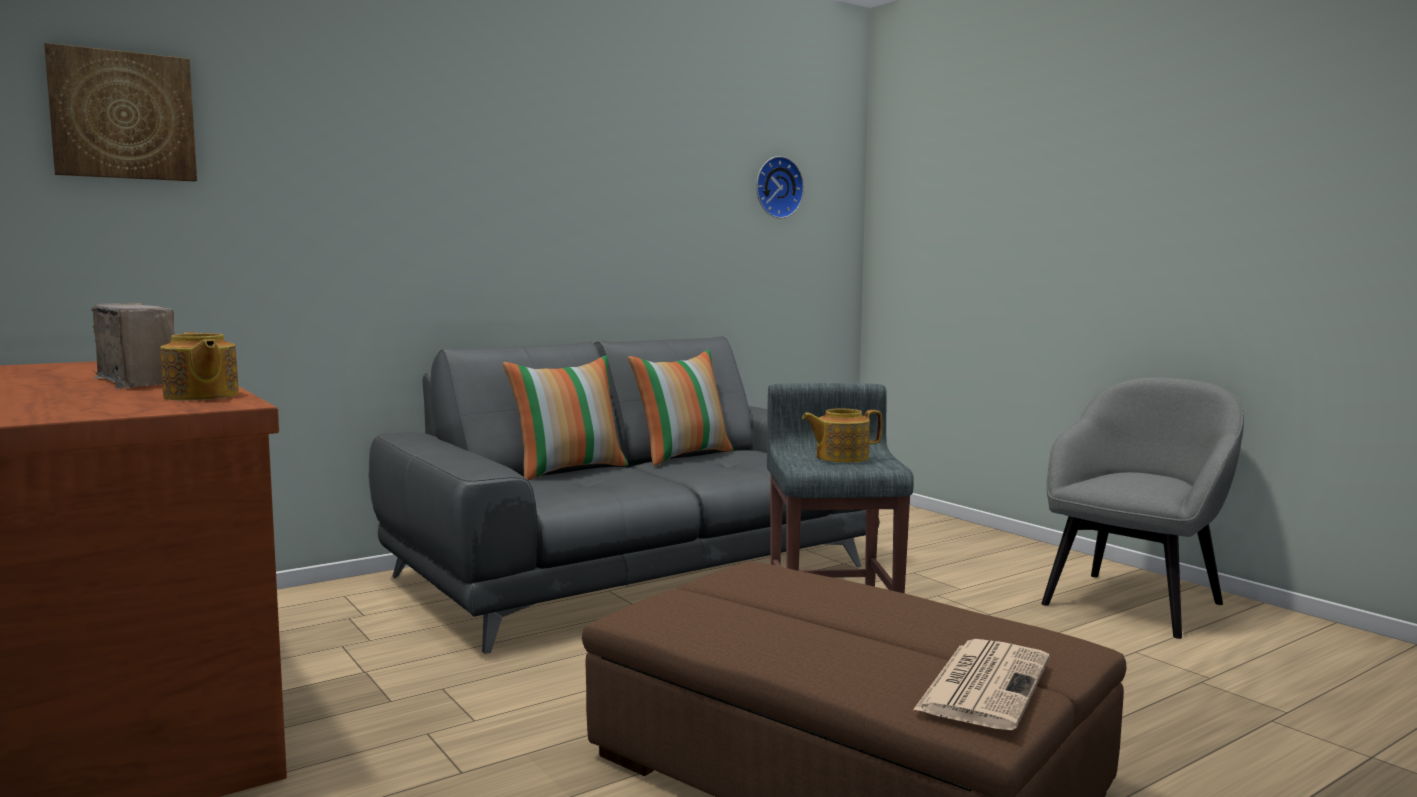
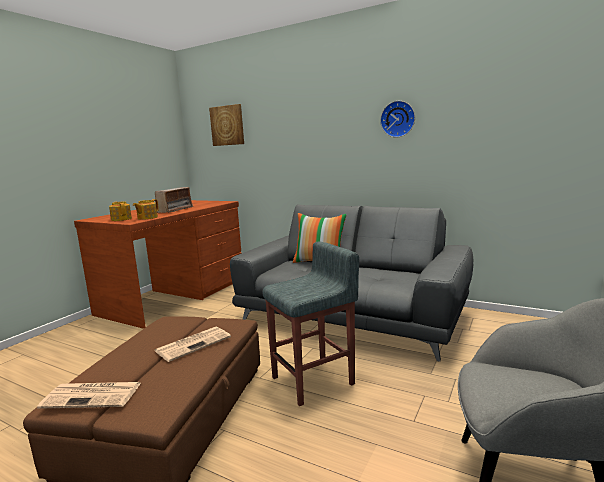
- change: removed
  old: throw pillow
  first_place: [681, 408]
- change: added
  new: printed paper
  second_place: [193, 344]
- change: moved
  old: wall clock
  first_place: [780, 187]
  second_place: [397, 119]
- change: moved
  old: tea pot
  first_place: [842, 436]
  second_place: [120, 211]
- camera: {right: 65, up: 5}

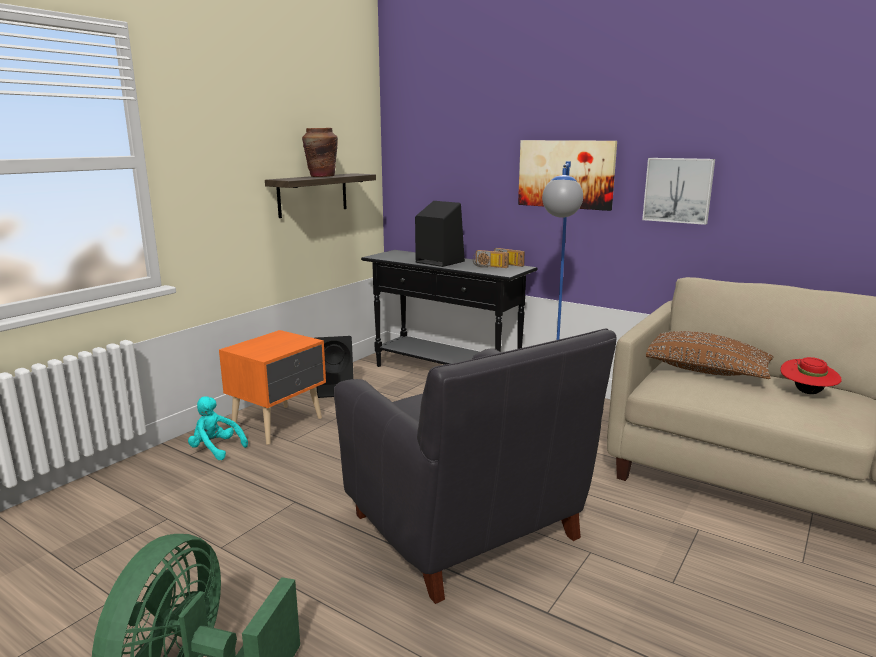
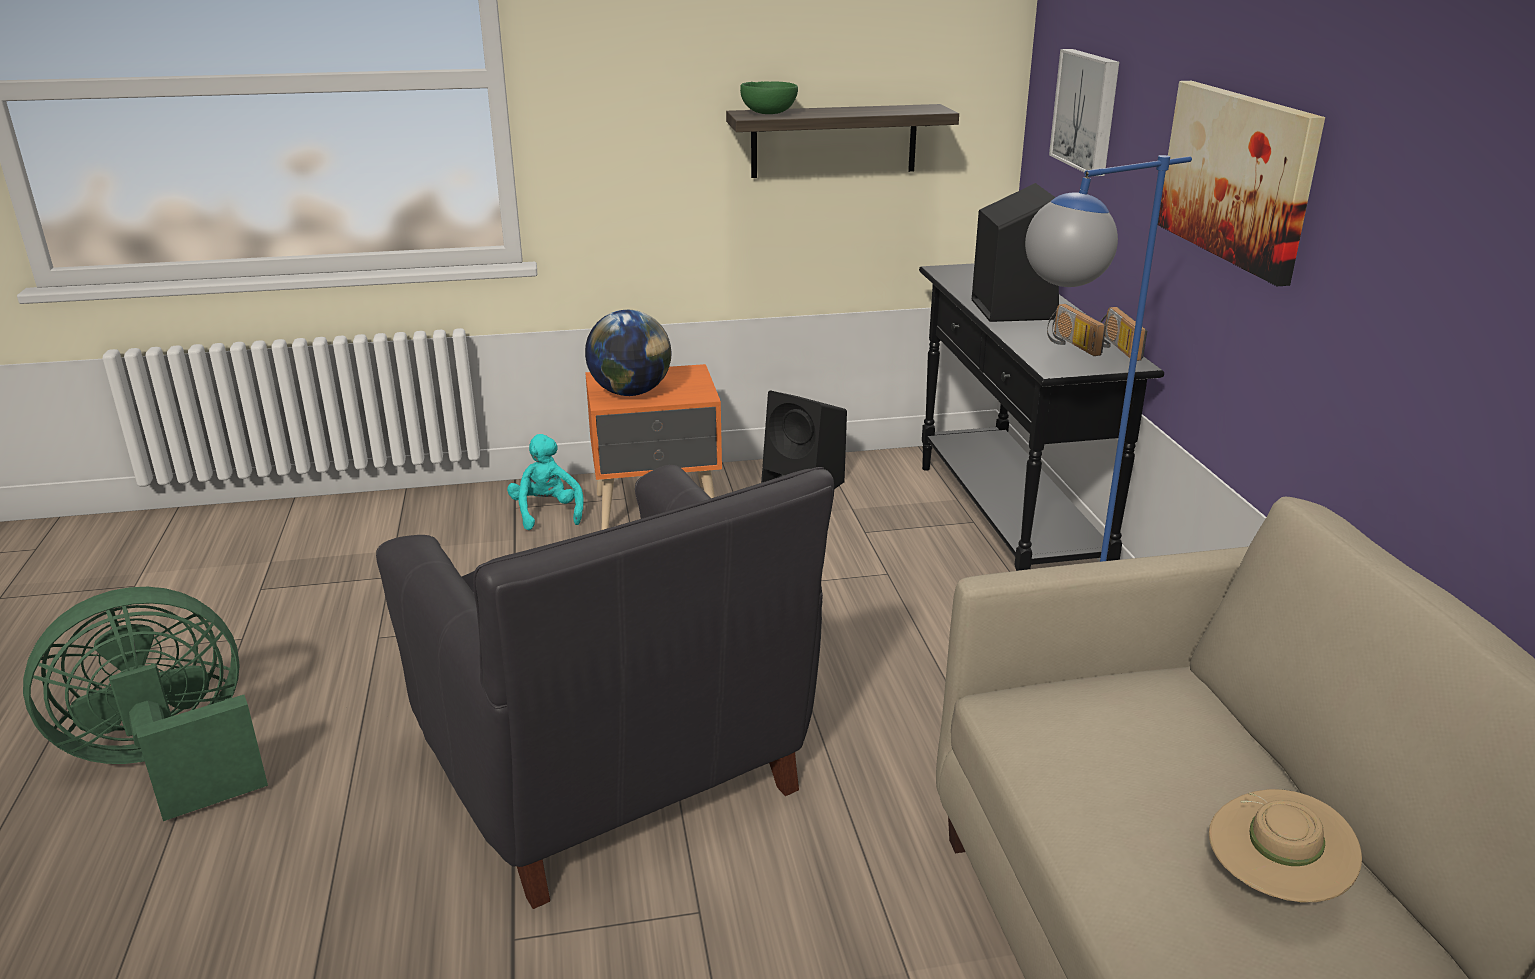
- change: removed
  old: brown-coloured decorative vase
  first_place: [320, 152]
- change: removed
  old: brown-coloured throw pillow
  first_place: [709, 355]
- change: added
  new: world globe
  second_place: [628, 353]
- change: added
  new: green-coloured serving bowl
  second_place: [769, 97]
- change: moved
  old: wall art
  first_place: [678, 191]
  second_place: [1084, 112]
- change: recoloured
  old: red-coloured wearable hat
  new: beige wearable hat
  first_place: [811, 375]
  second_place: [1285, 845]
- change: turned
  old: black lounge chair
  first_place: [475, 466]
  second_place: [605, 687]
  degrees: -45
- camera: {right: 45, up: 10}

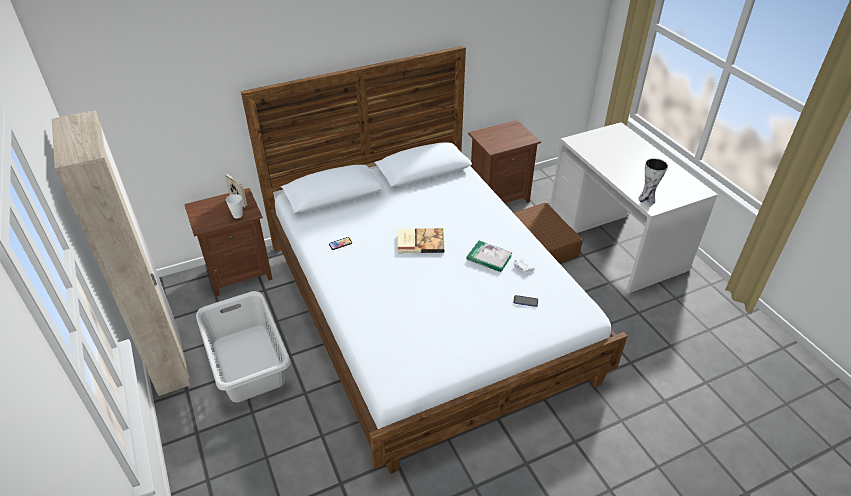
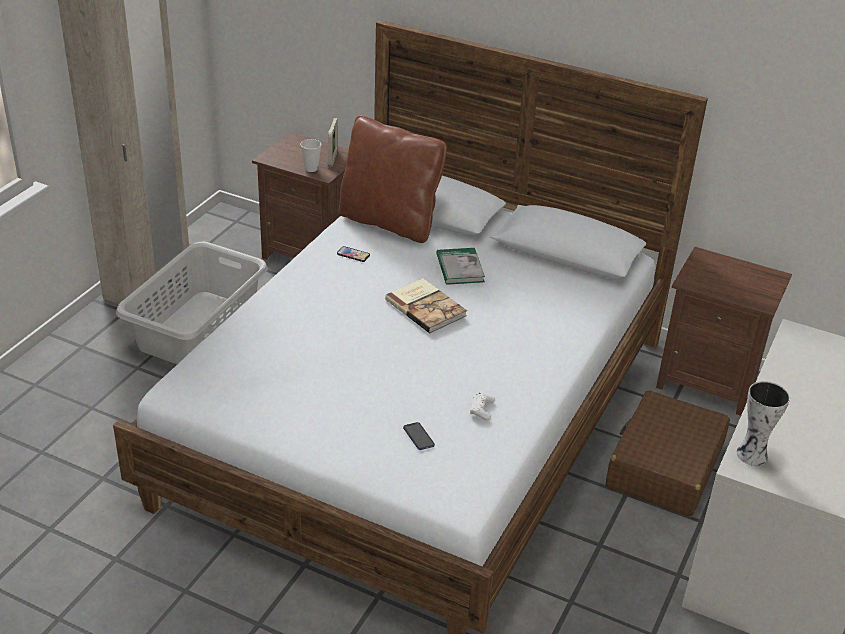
- change: added
  new: brown-coloured throw pillow
  second_place: [393, 179]
- change: moved
  old: bound book
  first_place: [489, 256]
  second_place: [460, 266]
- camera: {right: 50, up: -5}

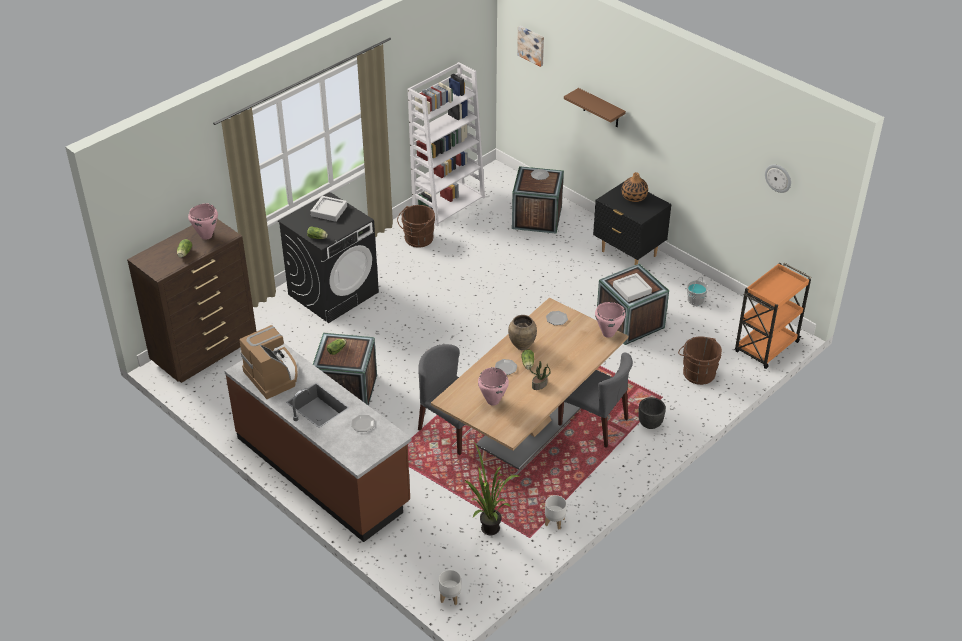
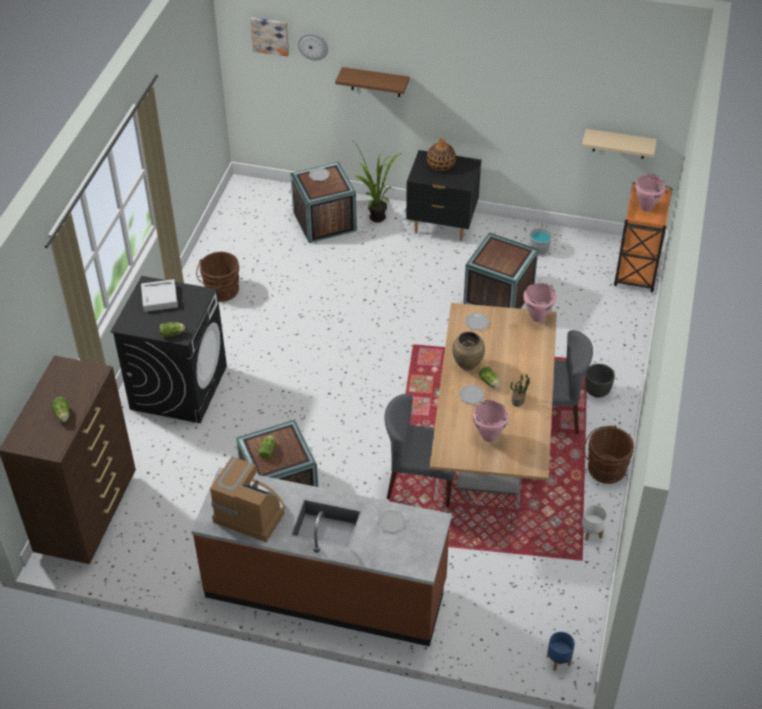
- change: removed
  old: white-coloured bookshelf
  first_place: [446, 144]
- change: removed
  old: greyish tray
  first_place: [632, 287]
- change: added
  new: beige bracket shelf
  second_place: [619, 144]
- change: moved
  old: pinkish stockpot
  first_place: [203, 221]
  second_place: [650, 192]
- change: moved
  old: plant in a pot
  first_place: [492, 489]
  second_place: [378, 182]
- change: moved
  old: brown-coloured bucket
  first_place: [700, 360]
  second_place: [609, 455]
- change: moved
  old: wall clock
  first_place: [778, 178]
  second_place: [312, 46]
- change: recoloured
  old: white-coloured planter
  new: bluish planter
  first_place: [450, 587]
  second_place: [561, 651]
- camera: {right: -30, up: 5}

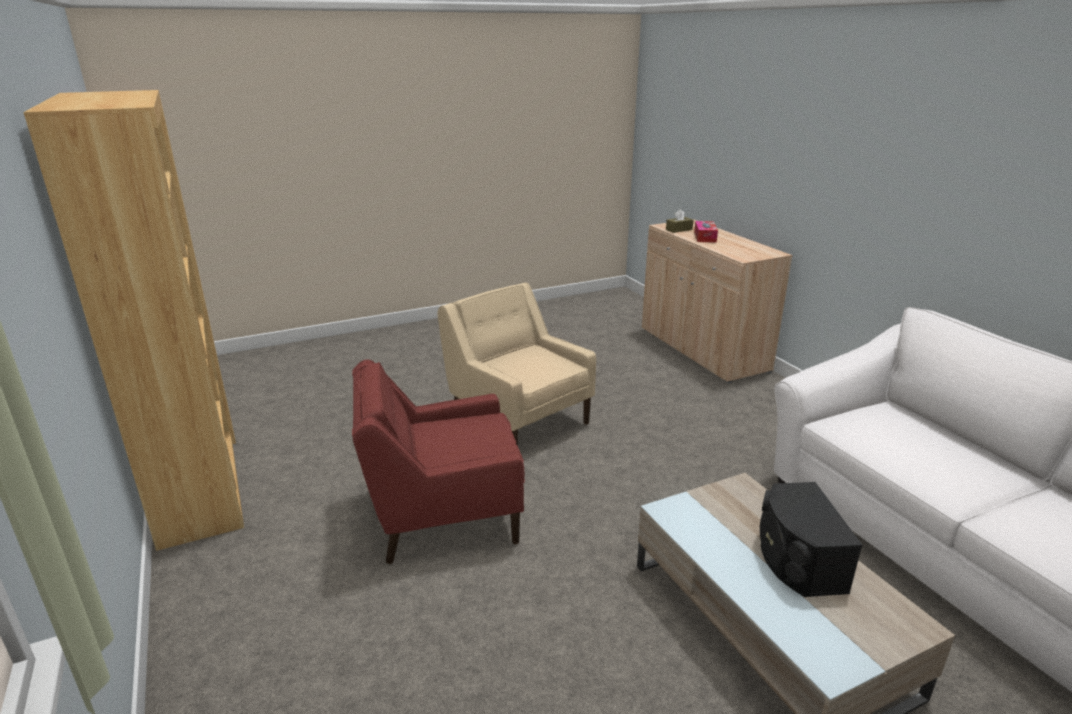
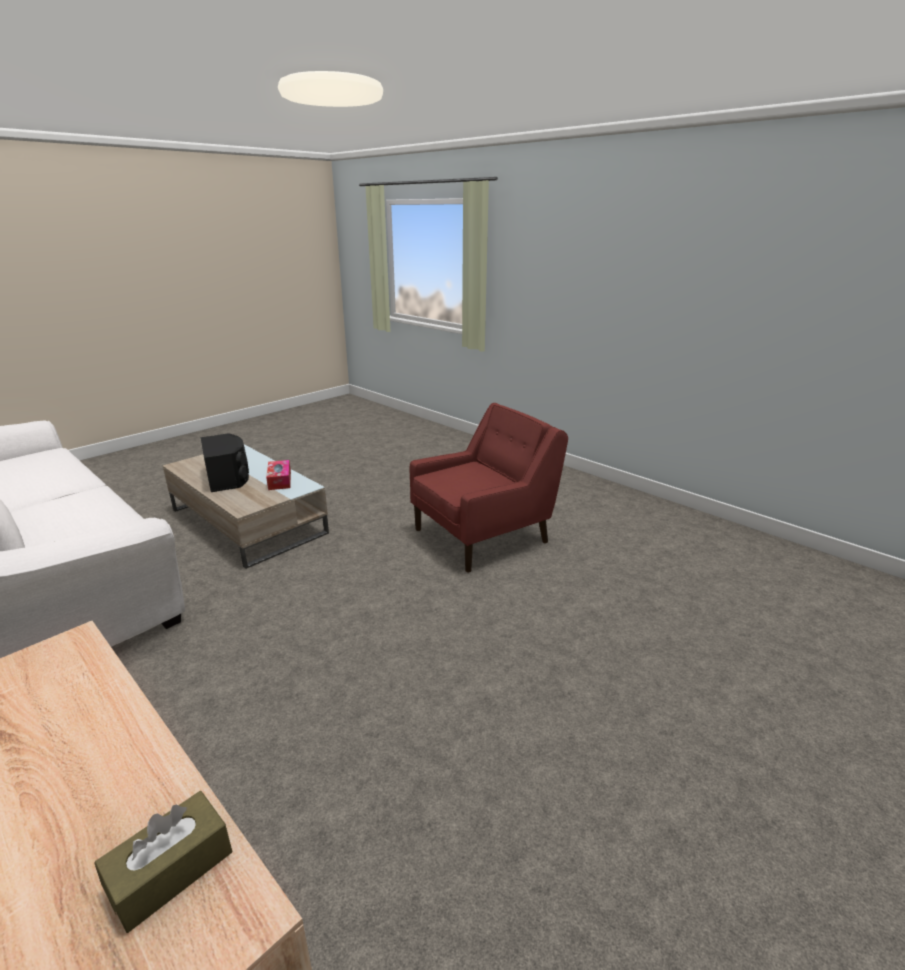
- change: removed
  old: brown-coloured bookshelf
  first_place: [133, 320]
- change: removed
  old: beige lounge chair
  first_place: [516, 364]
- change: moved
  old: box of tissues
  first_place: [706, 232]
  second_place: [278, 475]
- camera: {right: 160, up: 0}

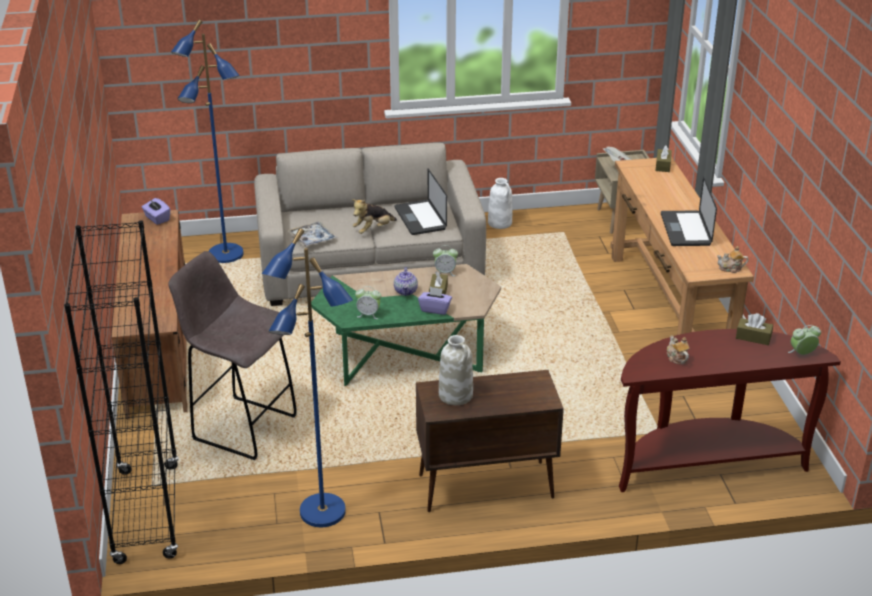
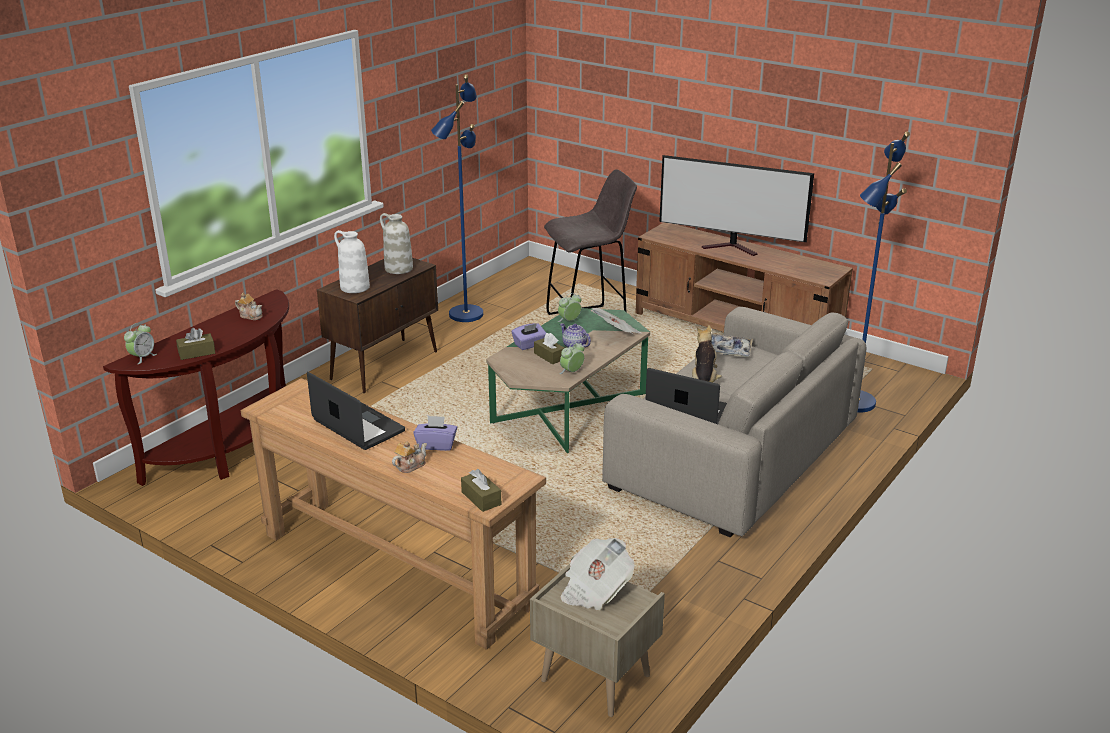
- change: removed
  old: black bookshelf
  first_place: [121, 392]
- change: added
  new: printed paper
  second_place: [616, 321]
- change: added
  new: TV set
  second_place: [736, 205]
- change: moved
  old: purple box of tissues
  first_place: [156, 211]
  second_place: [435, 433]
- change: moved
  old: white-coloured decorative vase
  first_place: [500, 203]
  second_place: [352, 261]
- change: moved
  old: tea pot
  first_place: [732, 259]
  second_place: [409, 457]
- camera: {right: 135, up: -5}

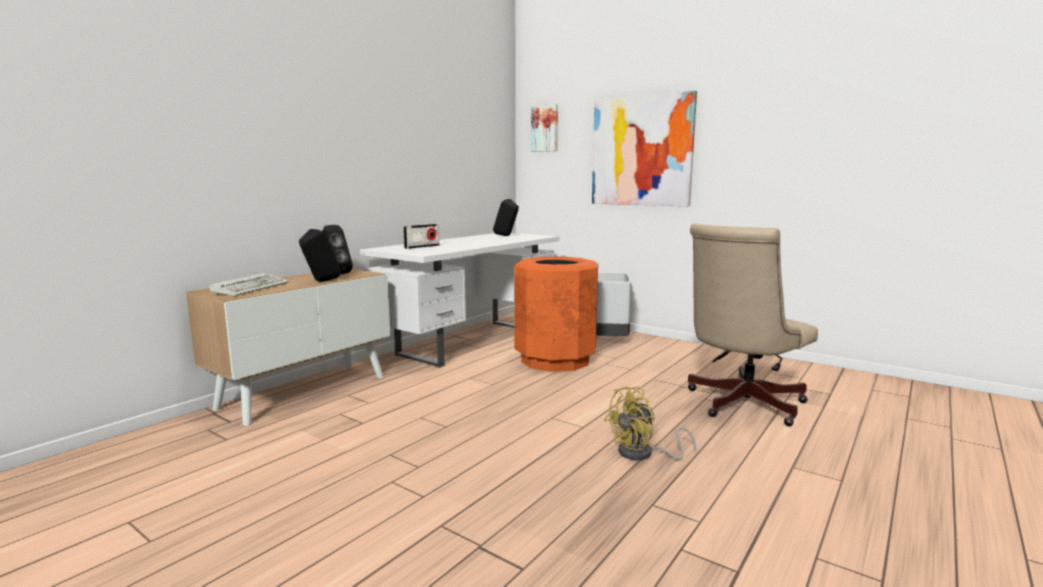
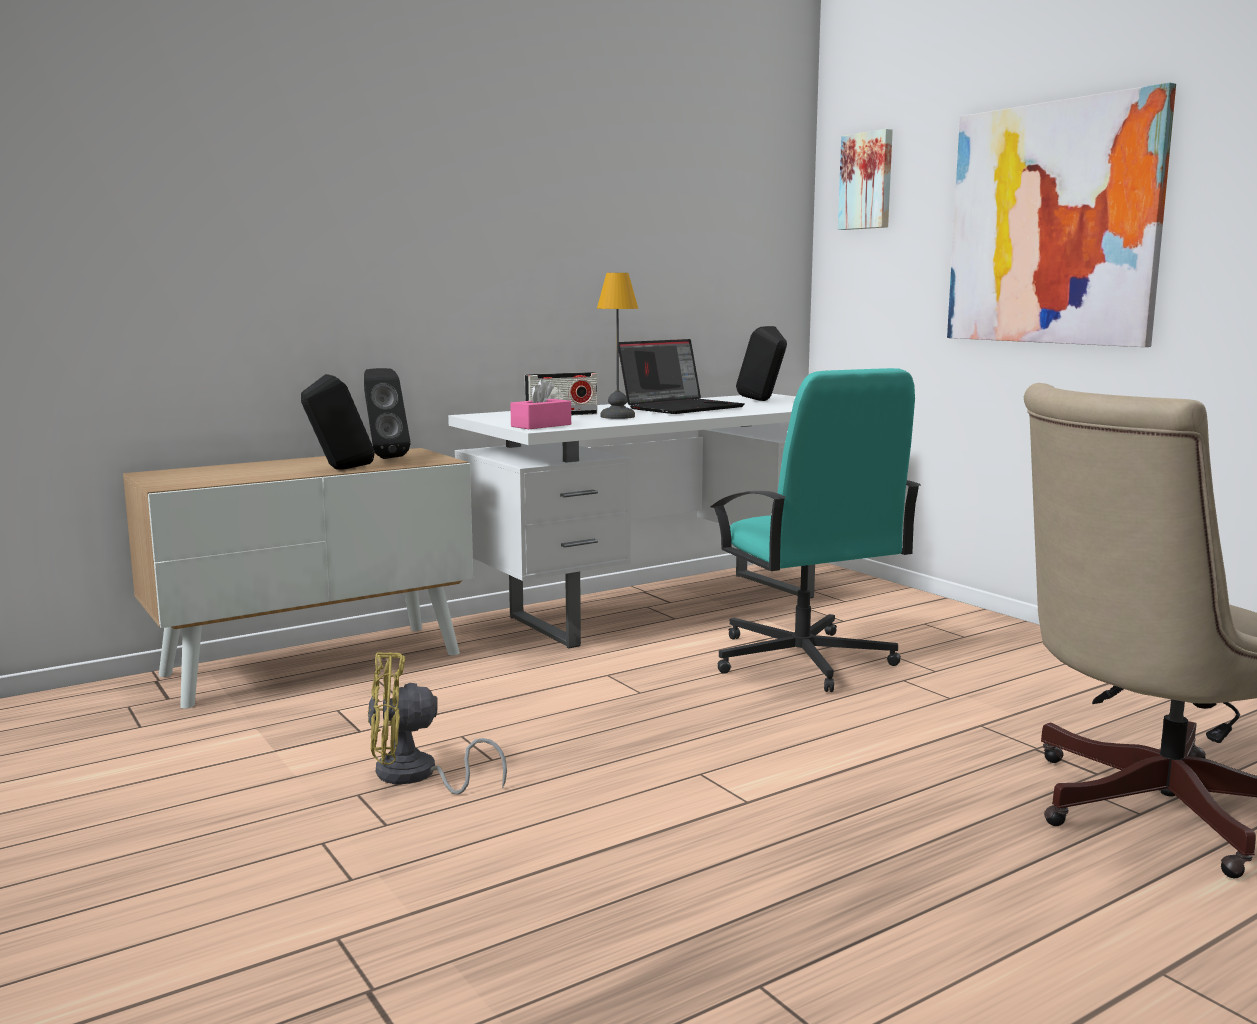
- change: removed
  old: PC keyboard
  first_place: [249, 284]
- change: removed
  old: greyish trash can
  first_place: [614, 304]
- change: added
  new: pinkish box of tissues
  second_place: [540, 403]
- change: added
  new: lamp for a table
  second_place: [617, 346]
- change: added
  new: notebook computer
  second_place: [681, 376]
- change: moved
  old: yellowish fan
  first_place: [650, 423]
  second_place: [437, 723]
- change: replaced
  old: orange-coloured trash can
  new: turquoise desk chair
  first_place: [556, 314]
  second_place: [816, 530]
- camera: {right: 20, up: 0}

